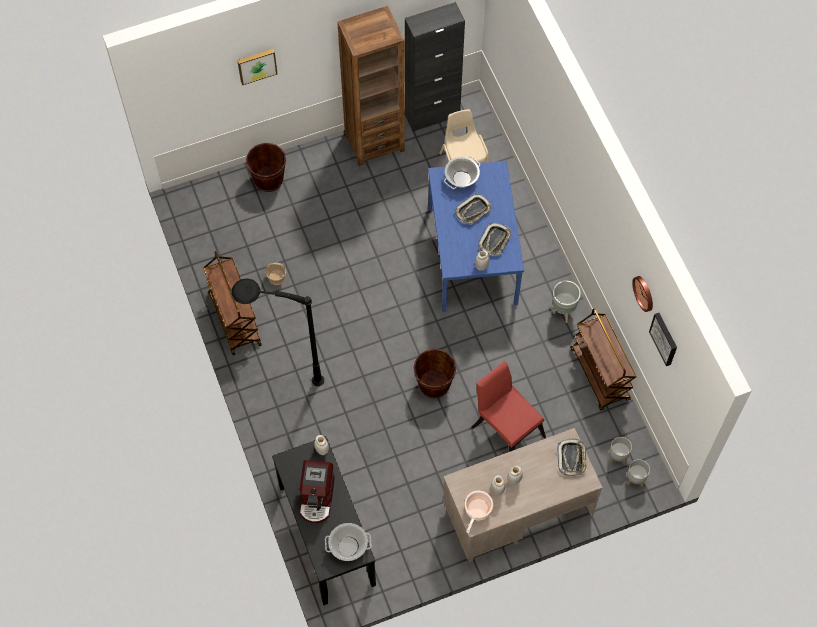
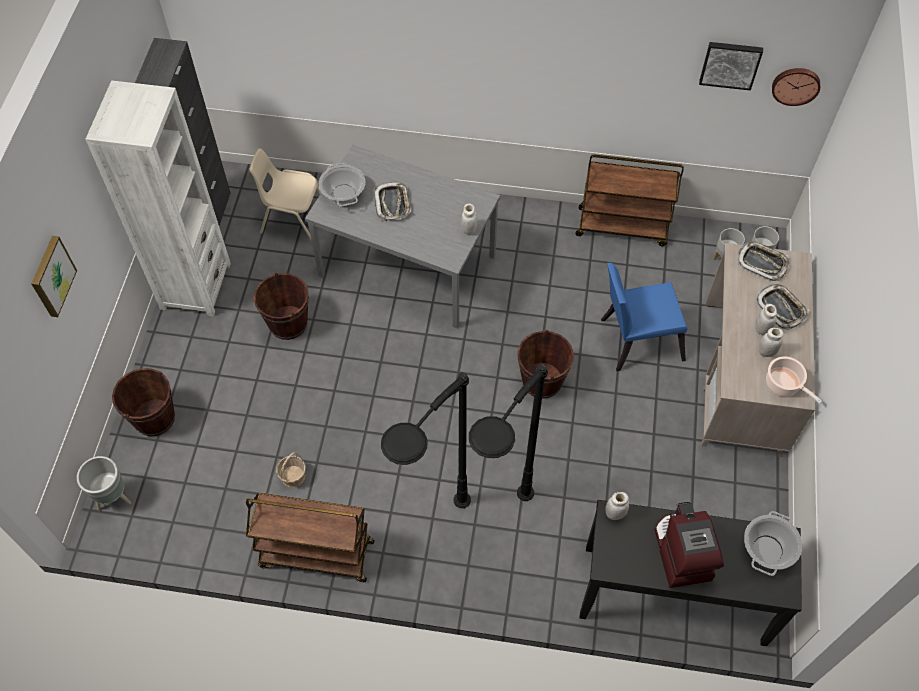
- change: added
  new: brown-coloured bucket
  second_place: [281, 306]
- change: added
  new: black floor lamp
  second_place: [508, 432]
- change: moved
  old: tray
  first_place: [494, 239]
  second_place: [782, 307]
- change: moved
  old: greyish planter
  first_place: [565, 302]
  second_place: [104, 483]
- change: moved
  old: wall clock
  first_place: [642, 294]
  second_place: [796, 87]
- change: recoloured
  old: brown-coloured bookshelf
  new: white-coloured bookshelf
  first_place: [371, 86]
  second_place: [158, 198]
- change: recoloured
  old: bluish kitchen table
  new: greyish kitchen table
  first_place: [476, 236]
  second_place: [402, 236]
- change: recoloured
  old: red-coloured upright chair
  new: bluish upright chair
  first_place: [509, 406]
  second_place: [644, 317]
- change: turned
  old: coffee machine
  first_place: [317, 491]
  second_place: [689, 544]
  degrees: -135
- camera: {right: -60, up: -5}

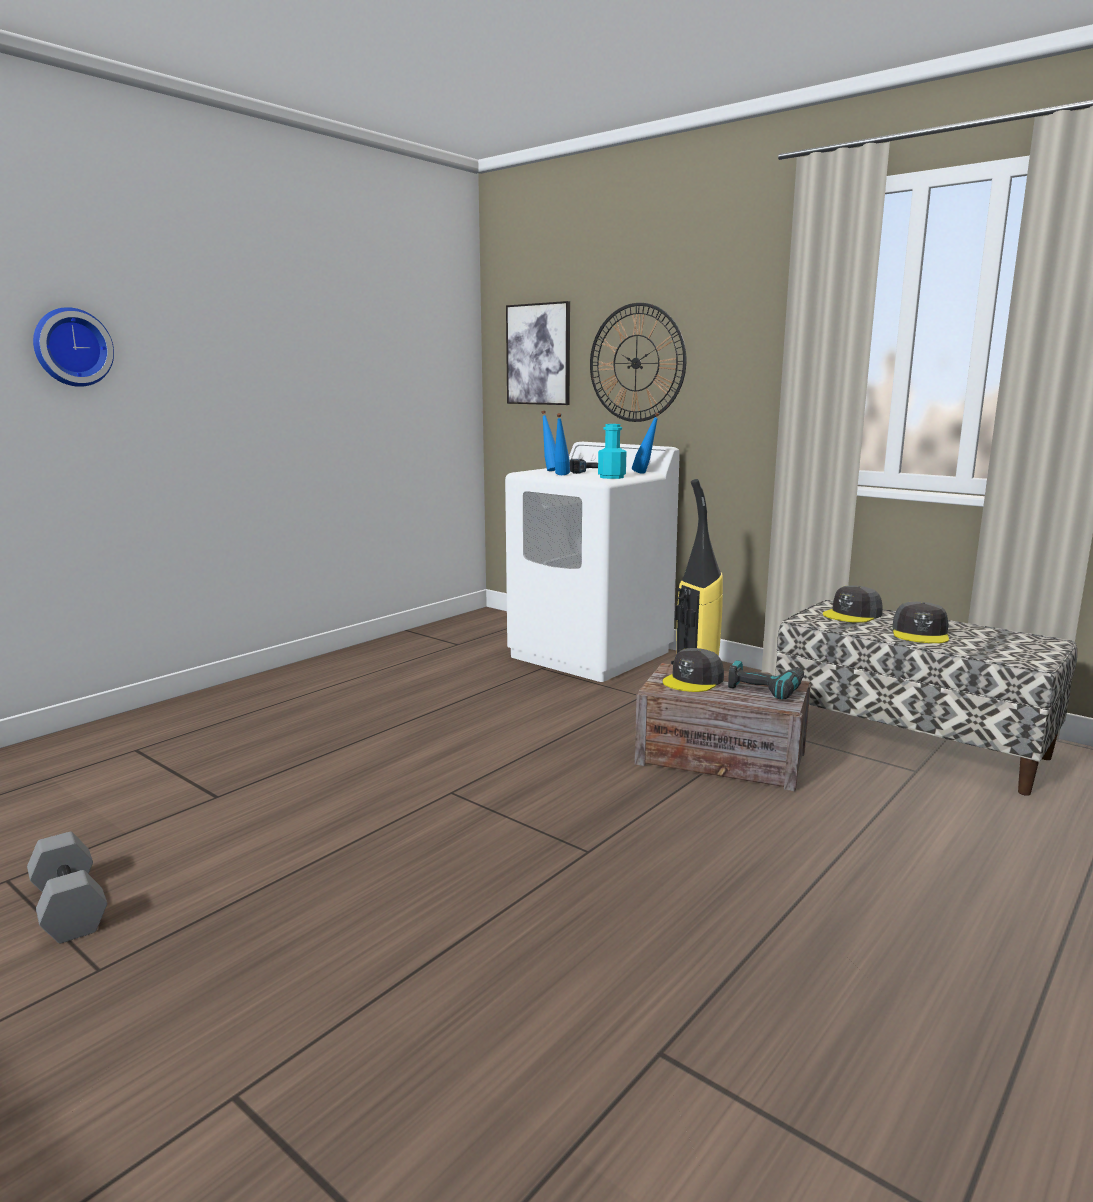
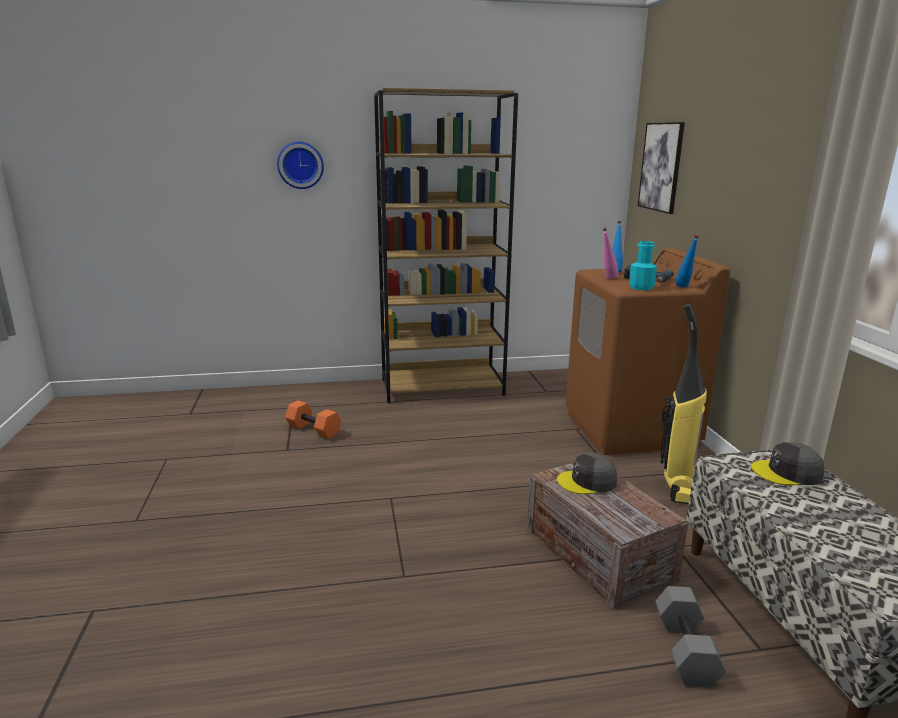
- change: removed
  old: wall clock
  first_place: [638, 362]
- change: removed
  old: drill
  first_place: [766, 679]
- change: removed
  old: greyish cap
  first_place: [920, 622]
- change: added
  new: orange-coloured free weight
  second_place: [313, 419]
- change: added
  new: brown-coloured bookshelf
  second_place: [446, 245]
- change: moved
  old: greyish free weight
  first_place: [67, 887]
  second_place: [690, 637]
- change: recoloured
  old: white-coloured laundry appliance
  new: brown-coloured laundry appliance
  first_place: [592, 562]
  second_place: [648, 351]
- change: recoloured
  old: bluish bottle
  new: pinkish bottle
  first_place: [562, 444]
  second_place: [611, 253]
- camera: {right: 40, up: 5}

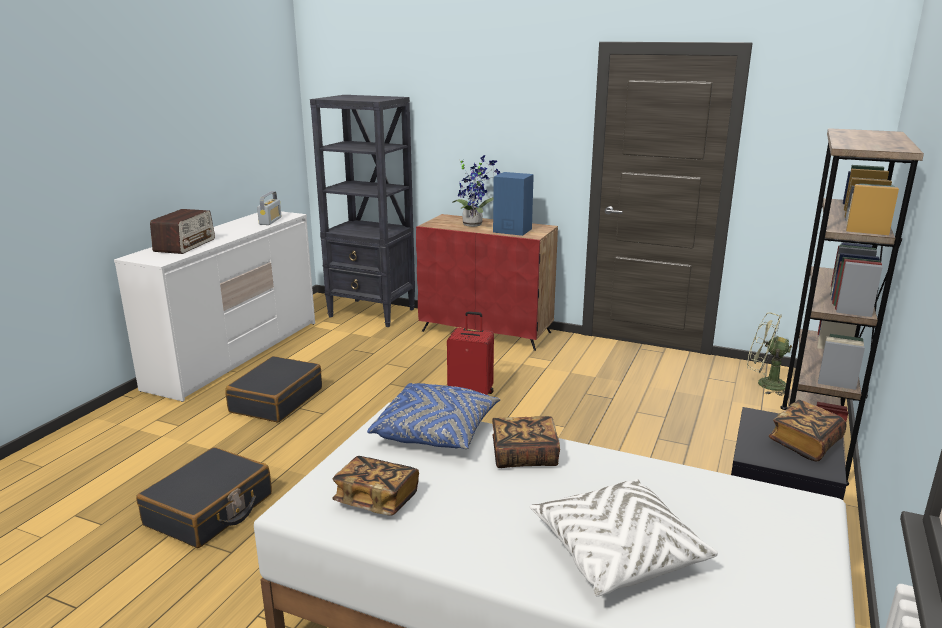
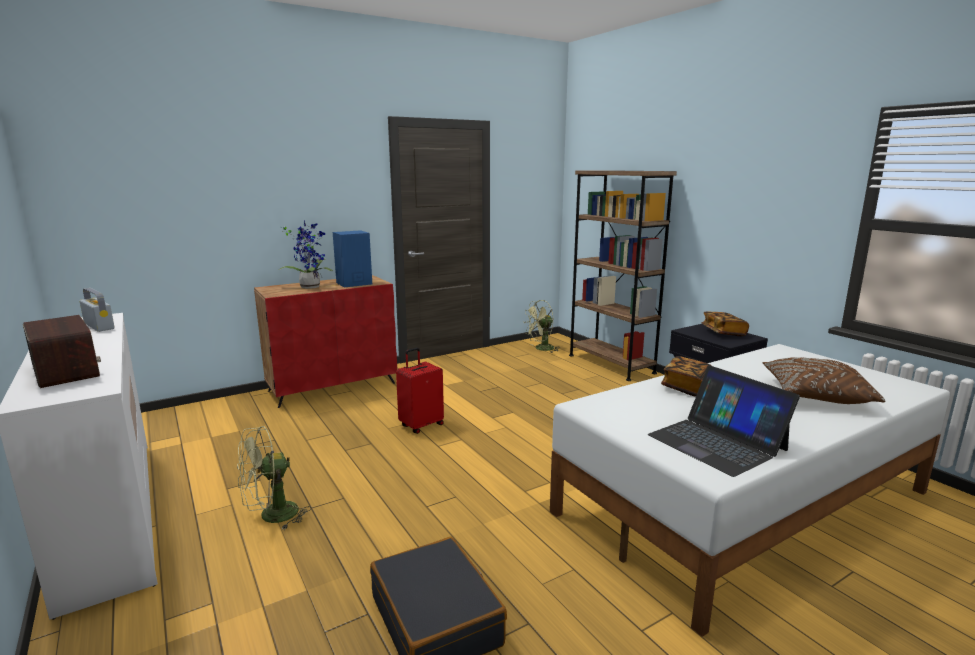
- change: removed
  old: black bookshelf
  first_place: [362, 211]
- change: removed
  old: bluish throw pillow
  first_place: [434, 416]
- change: replaced
  old: black travel case
  new: green-coloured fan
  first_place: [273, 389]
  second_place: [274, 478]
- change: replaced
  old: bound book
  new: notebook computer
  first_place: [375, 486]
  second_place: [724, 421]
- change: recoloured
  old: white-coloured throw pillow
  new: brown-coloured throw pillow
  first_place: [624, 538]
  second_place: [824, 380]
- camera: {right: -55, up: -5}

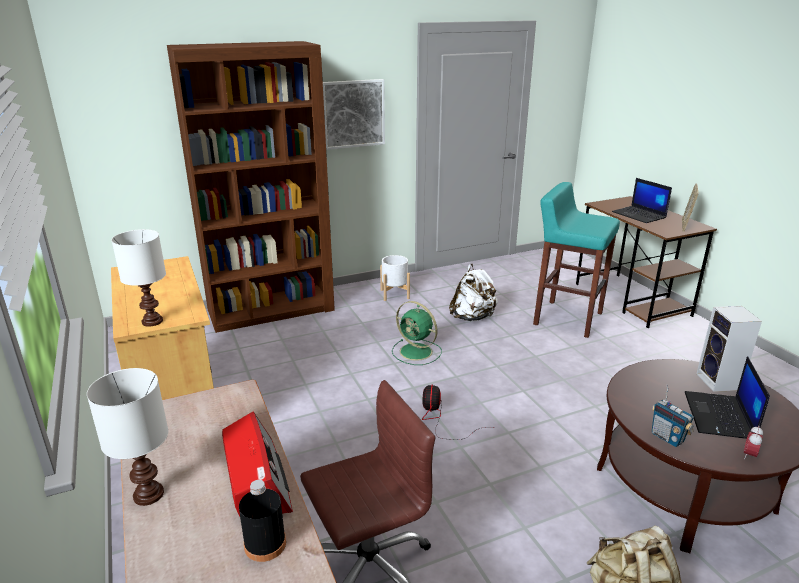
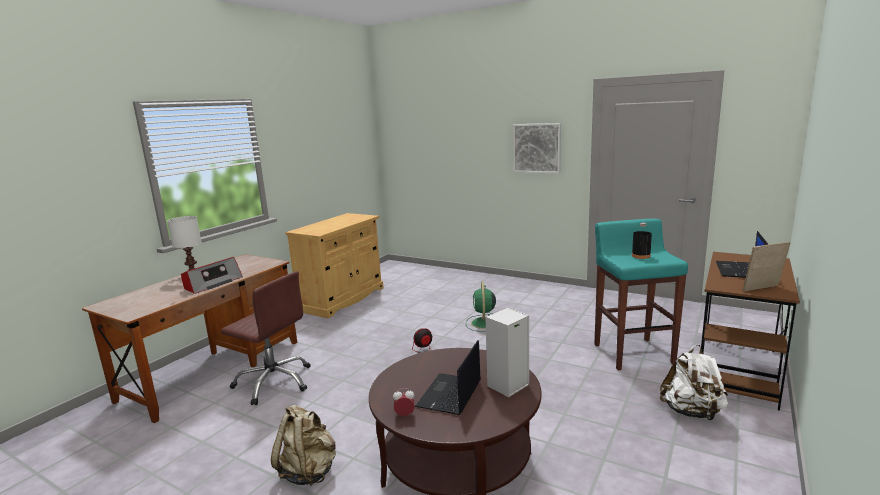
- change: removed
  old: white-coloured lamp for a table
  first_place: [139, 278]
- change: removed
  old: brown-coloured bookshelf
  first_place: [251, 187]
- change: removed
  old: white-coloured planter
  first_place: [395, 278]
- change: removed
  old: radio
  first_place: [673, 416]
- change: moved
  old: black bottle
  first_place: [262, 521]
  second_place: [642, 241]
- change: moved
  old: white-coloured rucksack
  first_place: [473, 292]
  second_place: [694, 382]
- change: turned
  old: notebook computer
  first_place: [727, 397]
  second_place: [448, 377]
  degrees: -45
- camera: {right: 55, up: -10}

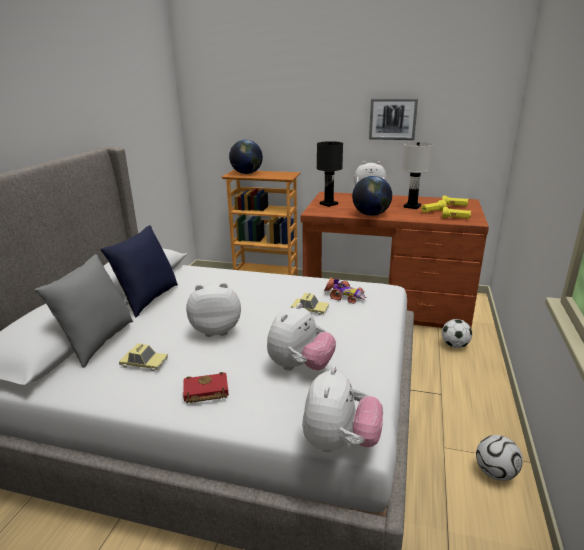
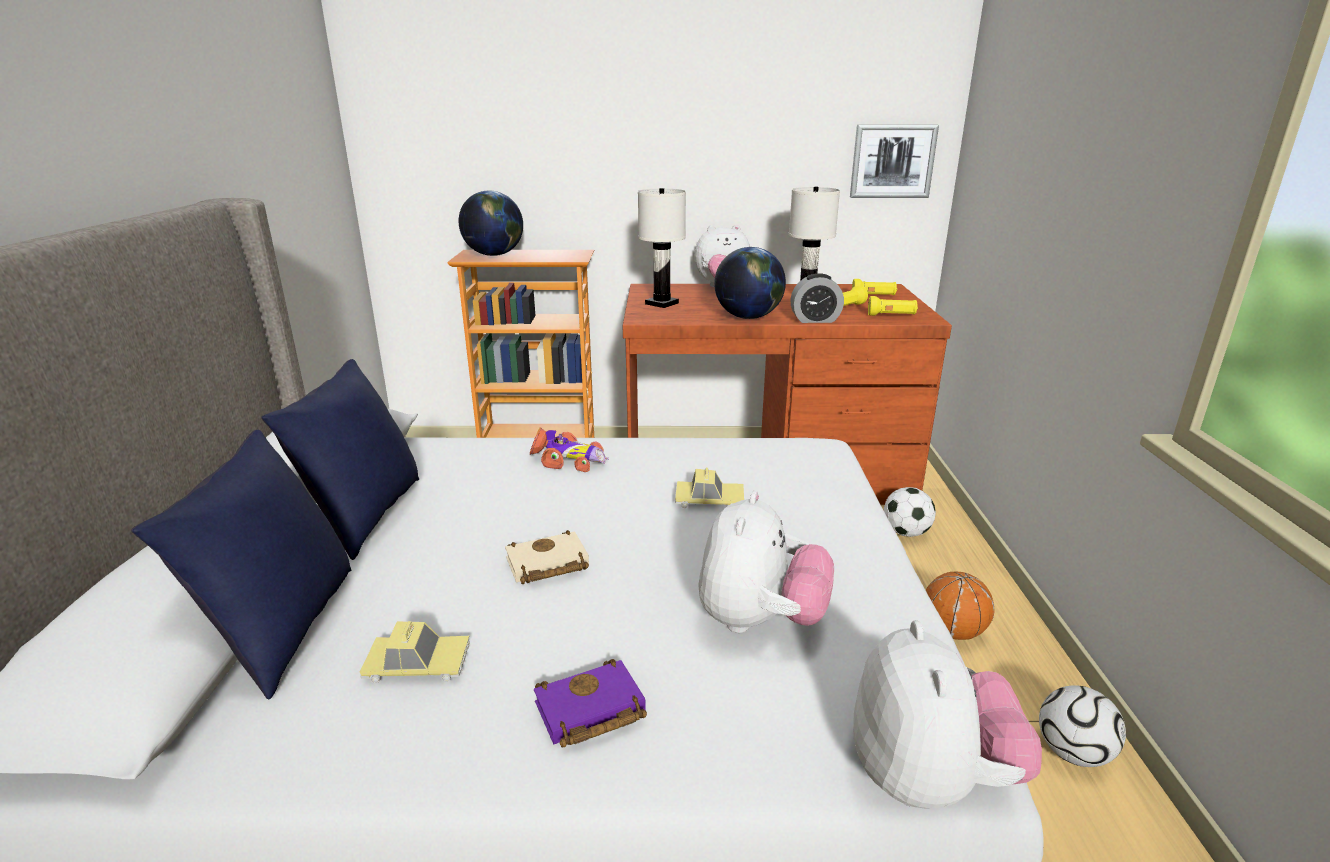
- change: added
  new: bedside clock
  second_place: [817, 298]
- change: added
  new: basketball
  second_place: [960, 606]
- change: moved
  old: model car
  first_place: [345, 290]
  second_place: [569, 449]
- change: moved
  old: wall art
  first_place: [393, 119]
  second_place: [894, 161]
- change: replaced
  old: cuddly toy
  new: beige bound book
  first_place: [213, 310]
  second_place: [547, 557]
- change: recoloured
  old: greyish throw pillow
  new: bluish throw pillow
  first_place: [84, 311]
  second_place: [241, 564]
- change: recoloured
  old: red-coloured bound book
  new: purple bound book
  first_place: [206, 387]
  second_place: [590, 703]
- change: recoloured
  old: black lamp for a table
  new: white-coloured lamp for a table
  first_place: [330, 174]
  second_place: [662, 248]
- camera: {right: -15, up: 0}

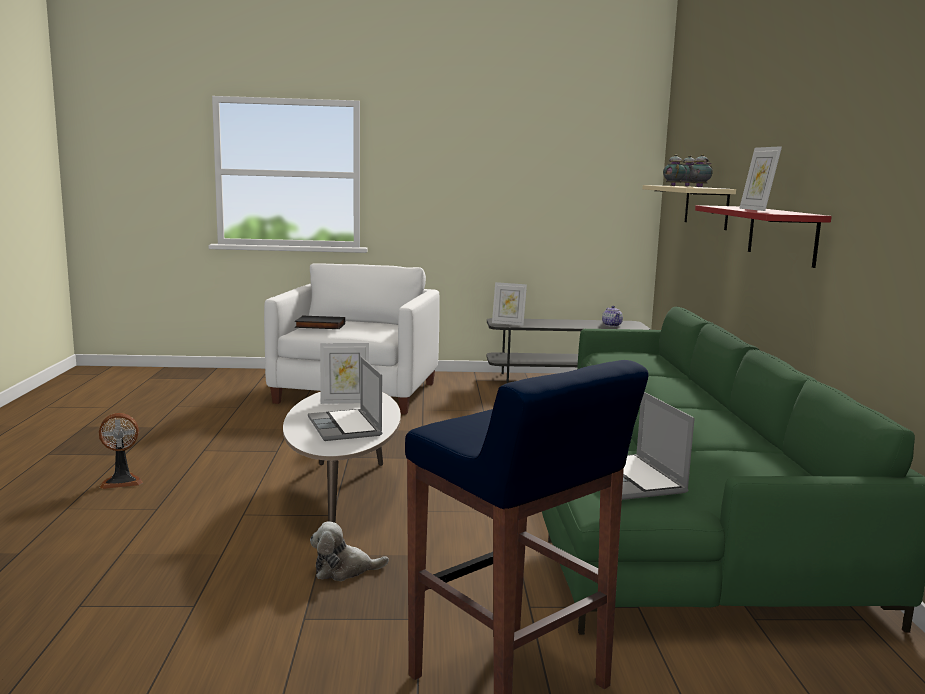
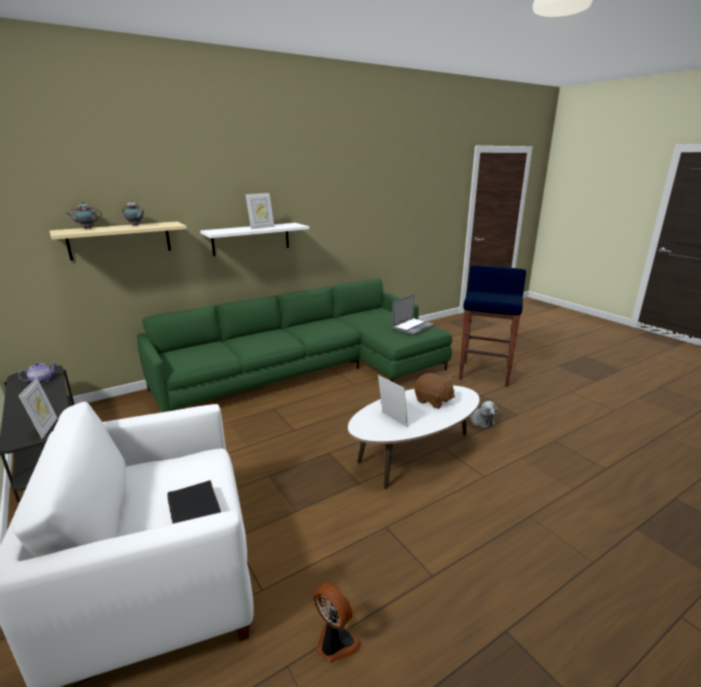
- change: removed
  old: tea pot
  first_place: [674, 170]
- change: moved
  old: fan
  first_place: [121, 451]
  second_place: [337, 622]
- change: replaced
  old: notebook computer
  new: brown-coloured cuddly toy
  first_place: [345, 399]
  second_place: [435, 391]
- change: recoloured
  old: red-coloured bracket shelf
  new: white-coloured bracket shelf
  first_place: [763, 236]
  second_place: [254, 239]
- camera: {right: -120, up: 10}

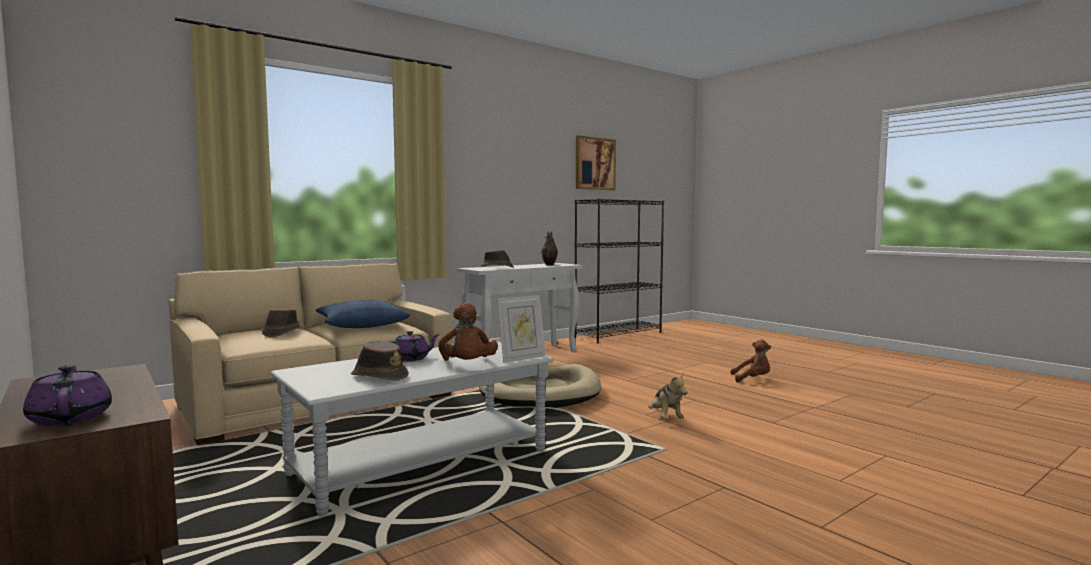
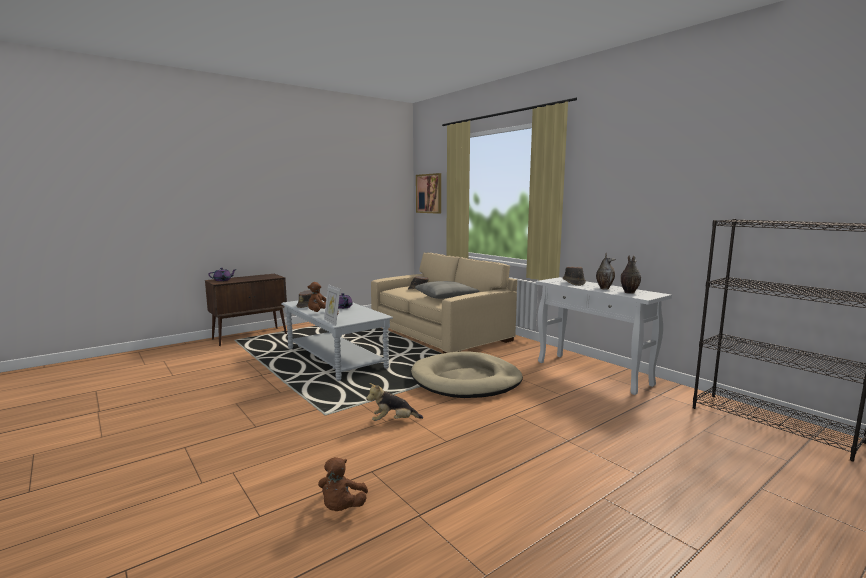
- change: added
  new: decorative vase
  second_place: [605, 271]
- change: moved
  old: wall art
  first_place: [596, 163]
  second_place: [428, 193]
- change: moved
  old: brown-coloured cuddly toy
  first_place: [750, 361]
  second_place: [343, 484]
- change: recoloured
  old: bluish throw pillow
  new: greyish throw pillow
  first_place: [363, 314]
  second_place: [447, 290]
- camera: {right: 90, up: 5}

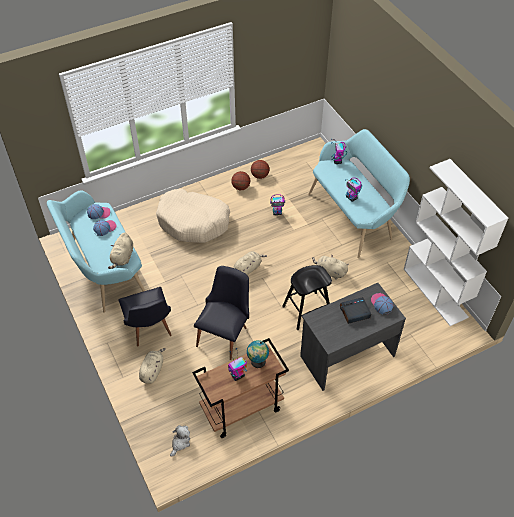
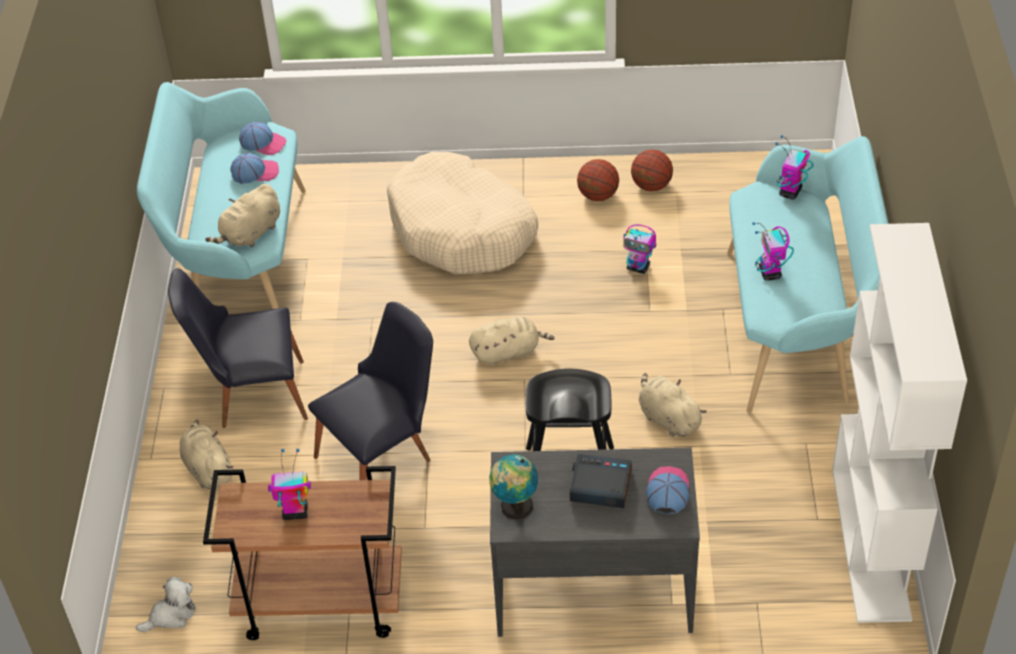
- change: moved
  old: world globe
  first_place: [258, 354]
  second_place: [513, 487]
- change: turned
  old: black upright chair
  first_place: [145, 316]
  second_place: [238, 348]
  degrees: 75
- change: turned
  old: beige cuddly toy
  first_place: [152, 366]
  second_place: [206, 454]
  degrees: -75
- camera: {right: 30, up: -5}

